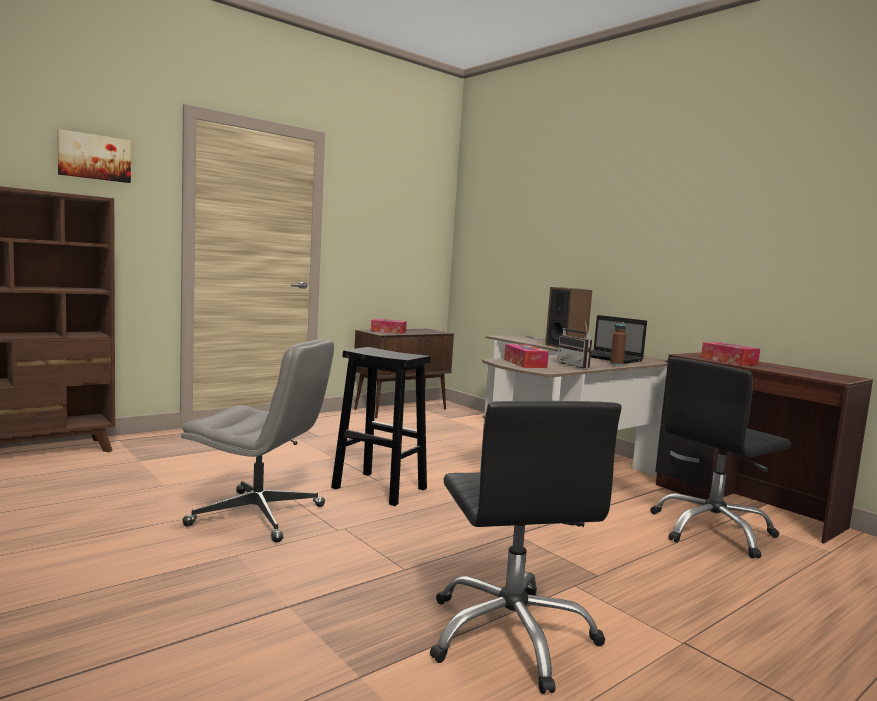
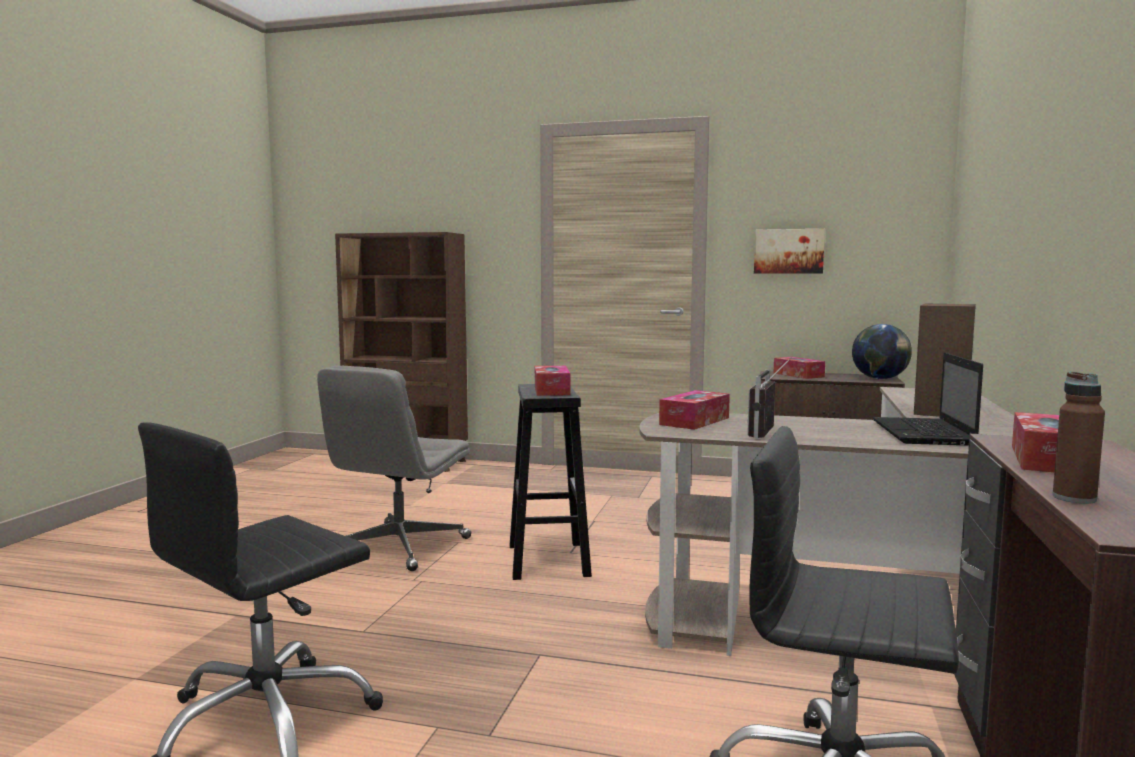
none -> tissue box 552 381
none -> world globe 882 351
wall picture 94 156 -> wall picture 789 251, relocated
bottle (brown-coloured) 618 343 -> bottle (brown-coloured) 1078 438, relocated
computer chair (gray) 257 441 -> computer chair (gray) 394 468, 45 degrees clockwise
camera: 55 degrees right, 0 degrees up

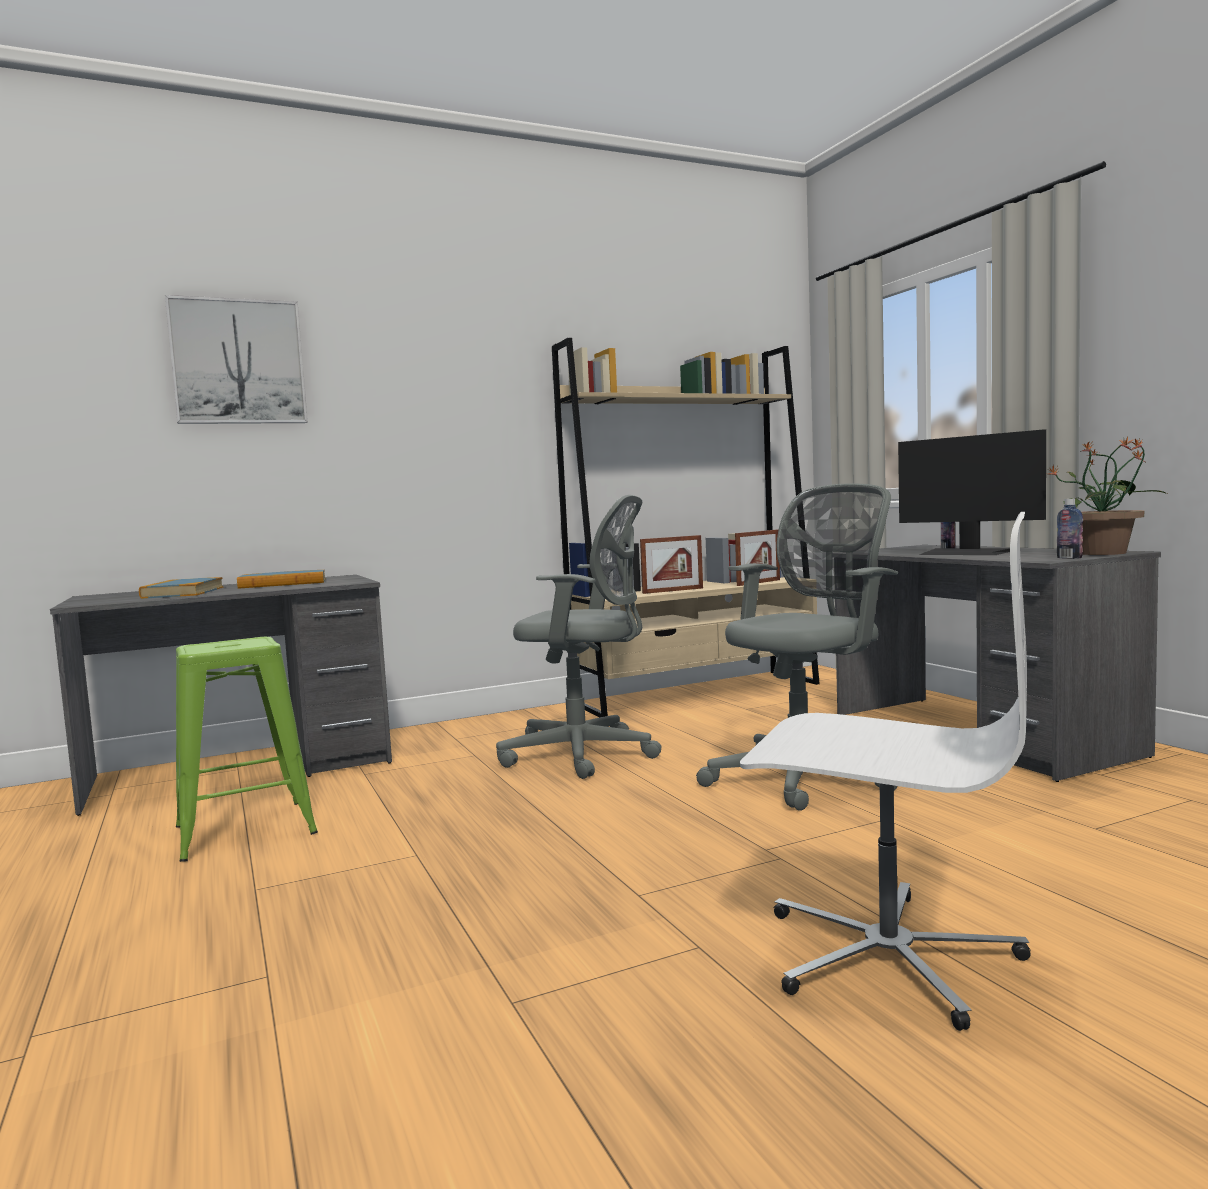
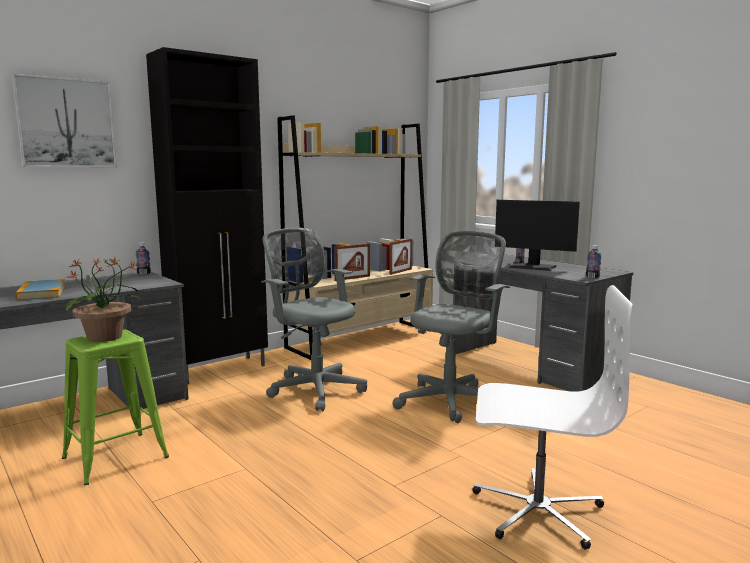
book 281 579 -> none
none -> bottle 143 258
none -> cupboard (blackish) 207 215
potted plant 1107 496 -> potted plant 103 299, relocated
computer chair (gray) 579 637 -> computer chair (gray) 314 319, 135 degrees counterclockwise
camera: 15 degrees left, 5 degrees up

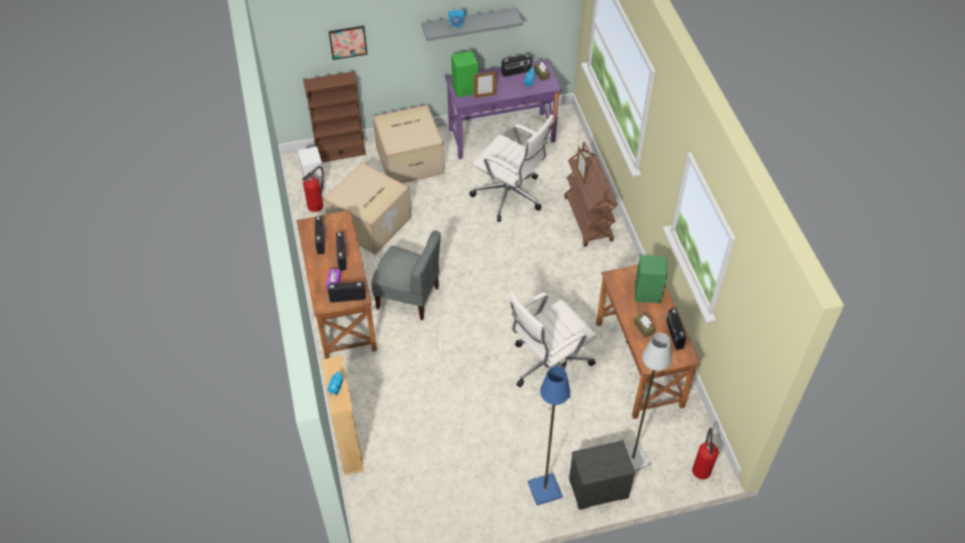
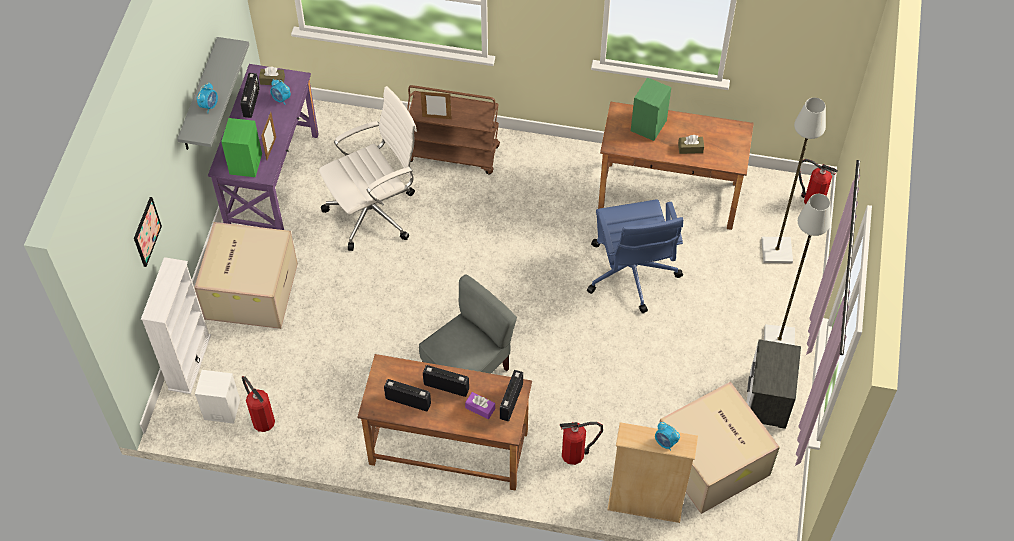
radio set 676 329 -> none
none -> extinguisher 581 443
packing box 367 208 -> packing box 719 448, relocated
night table 602 475 -> night table 774 384, relocated
bookshelf (brown-coloured) 334 116 -> bookshelf (white) 176 325
computer chair (white) 552 345 -> computer chair (blue) 635 256
standard lamp (blue) 549 435 -> standard lamp (gray) 797 269
camera: 65 degrees left, 5 degrees up

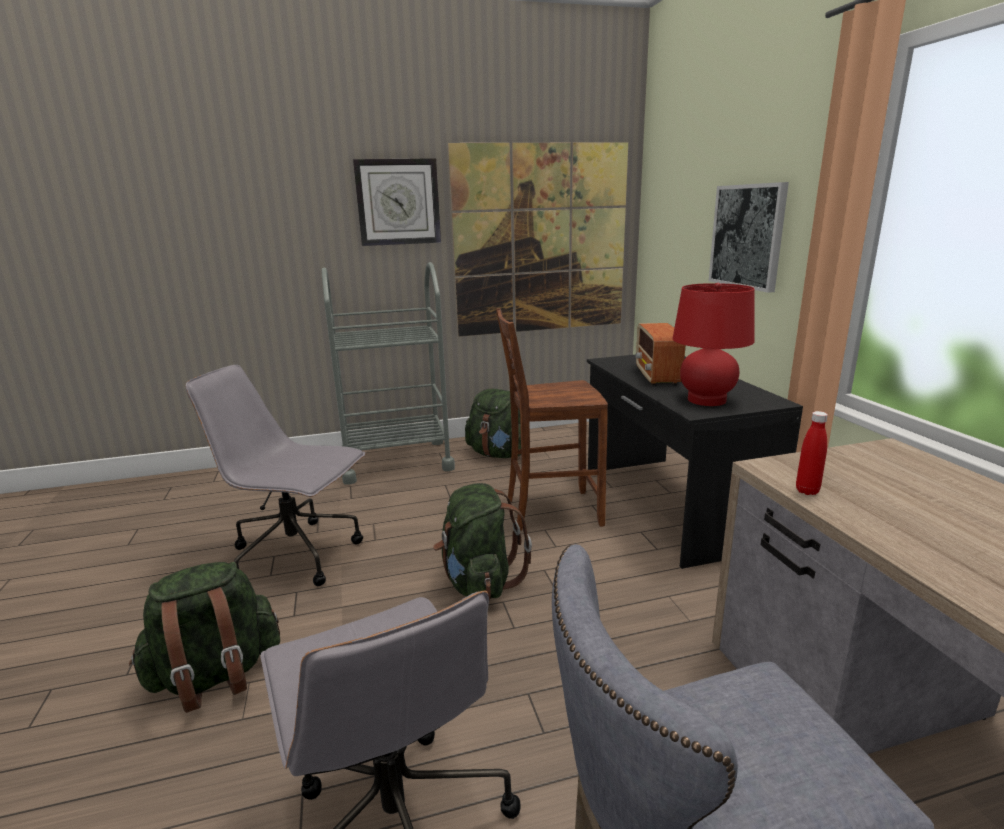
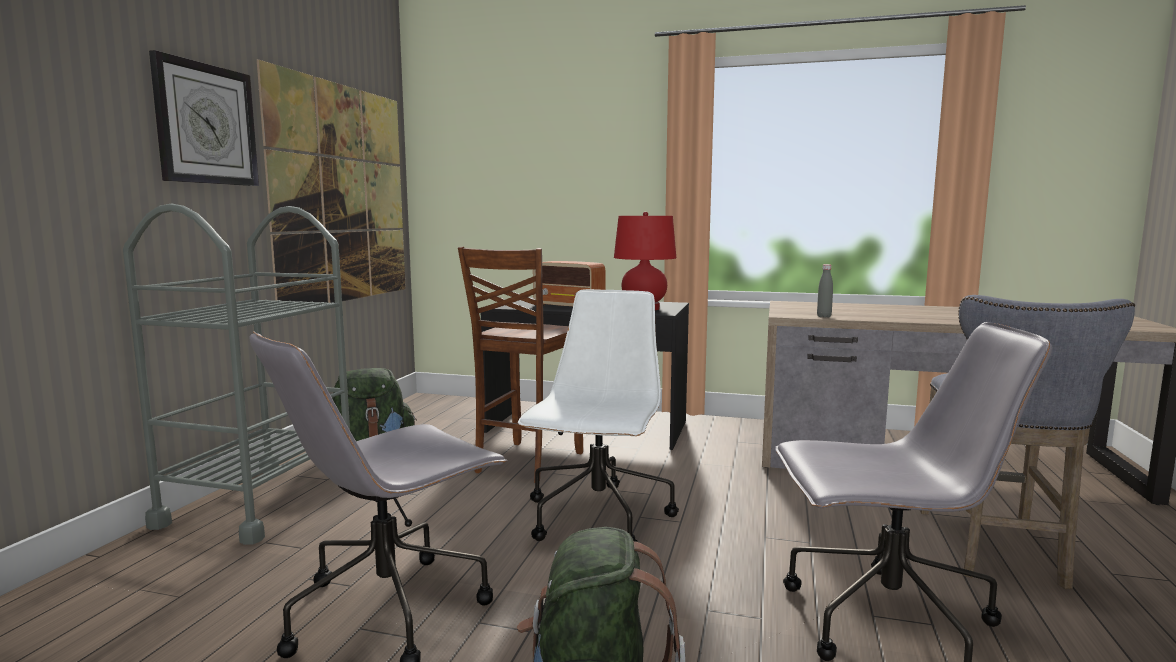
wall picture 749 237 -> none
knapsack (green) 482 541 -> computer chair (white) 598 415
bottle (red) 812 453 -> bottle (gray) 825 291
camera: 60 degrees left, 10 degrees down

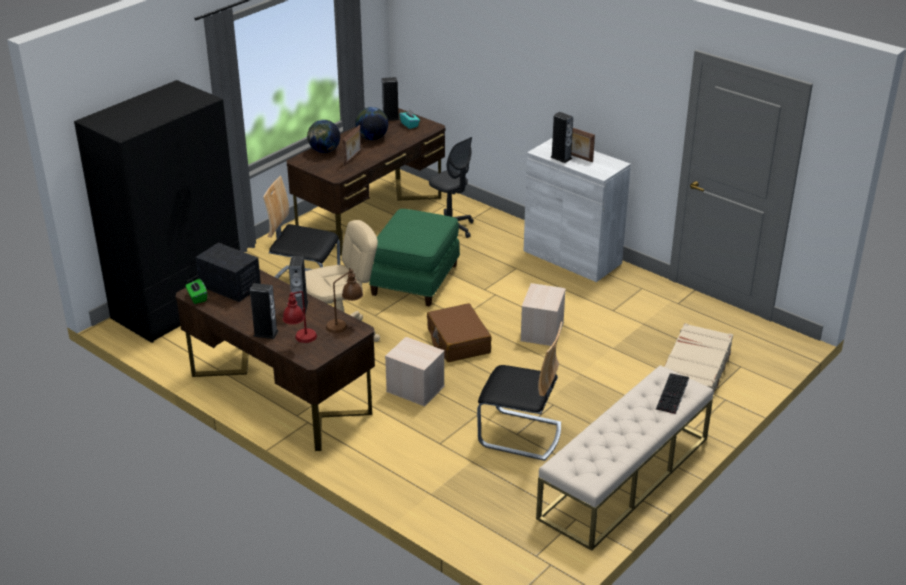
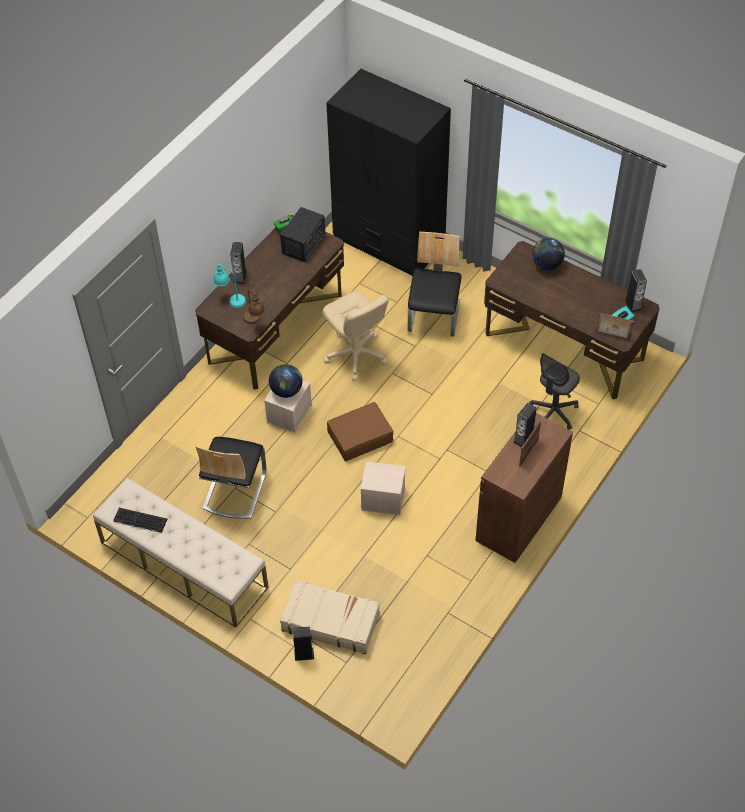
ottoman (green) 414 258 -> none
audio speaker 298 284 -> audio speaker 303 643, relocated
picture frame 351 145 -> picture frame 614 326, relocated
world globe 371 123 -> world globe 285 381, relocated
PC keyboard 672 393 -> PC keyboard 140 520, relocated
tabletop lamp (red) 300 317 -> tabletop lamp (blue-green) 229 286
cupboard (white) 577 210 -> cupboard (brown-coloured) 524 488
camera: 85 degrees right, 20 degrees up

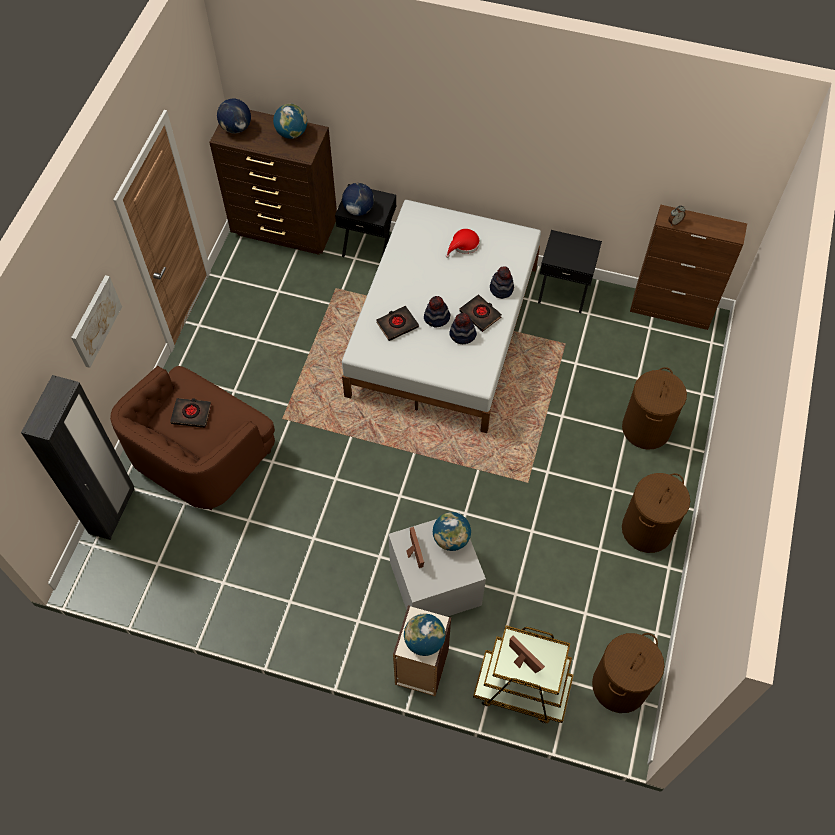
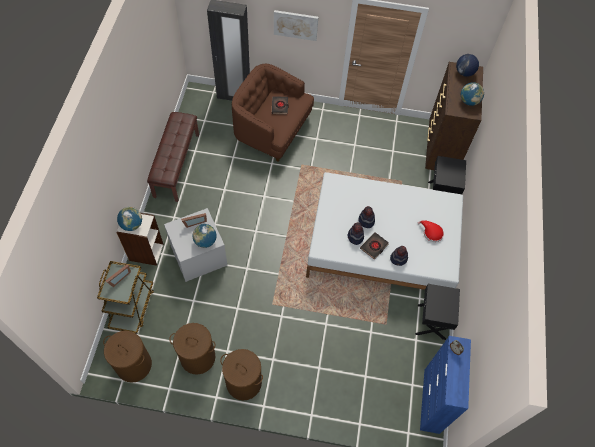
world globe 358 199 -> none
book (blackish) 398 323 -> none
none -> indoor bench (brown-coloured) 173 157
washing basket (brown-coloured) 654 408 -> washing basket (brown-coloured) 192 349, relocated
cupboard (brown-coloured) 688 267 -> cupboard (blue) 445 385
camera: 80 degrees right, 0 degrees up

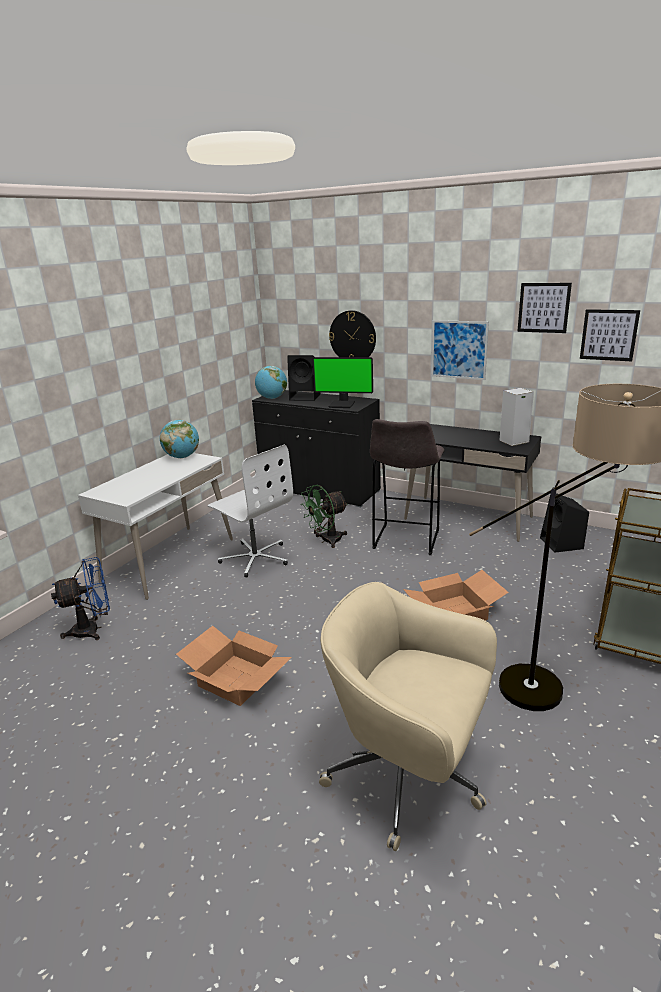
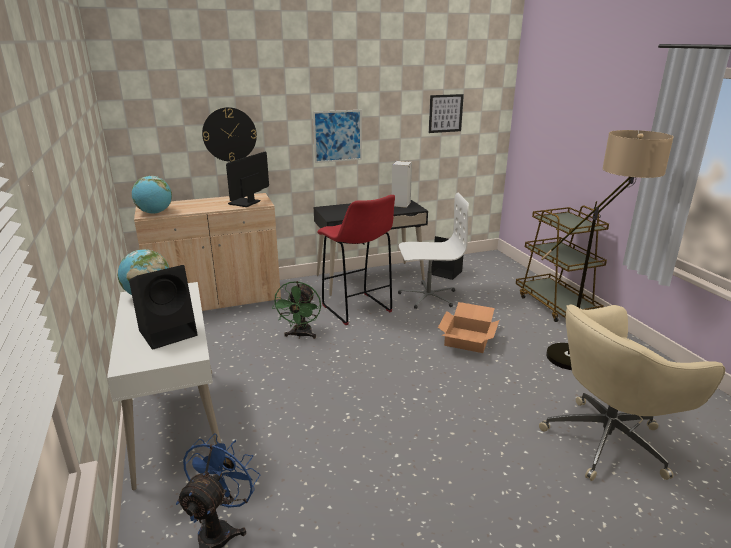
packing box 234 666 -> none
wall picture 544 308 -> none
computer chair (white) 250 511 -> computer chair (white) 433 251, relocated
audio speaker (blackish) 304 378 -> audio speaker (blackish) 163 307, relocated
cupboard (blackish) 316 448 -> cupboard (sand-coloured) 207 252
sitting stool (gray) 407 487 -> sitting stool (red) 356 260
computer display 343 382 -> computer display 247 179, 150 degrees clockwise
camera: 50 degrees left, 0 degrees up

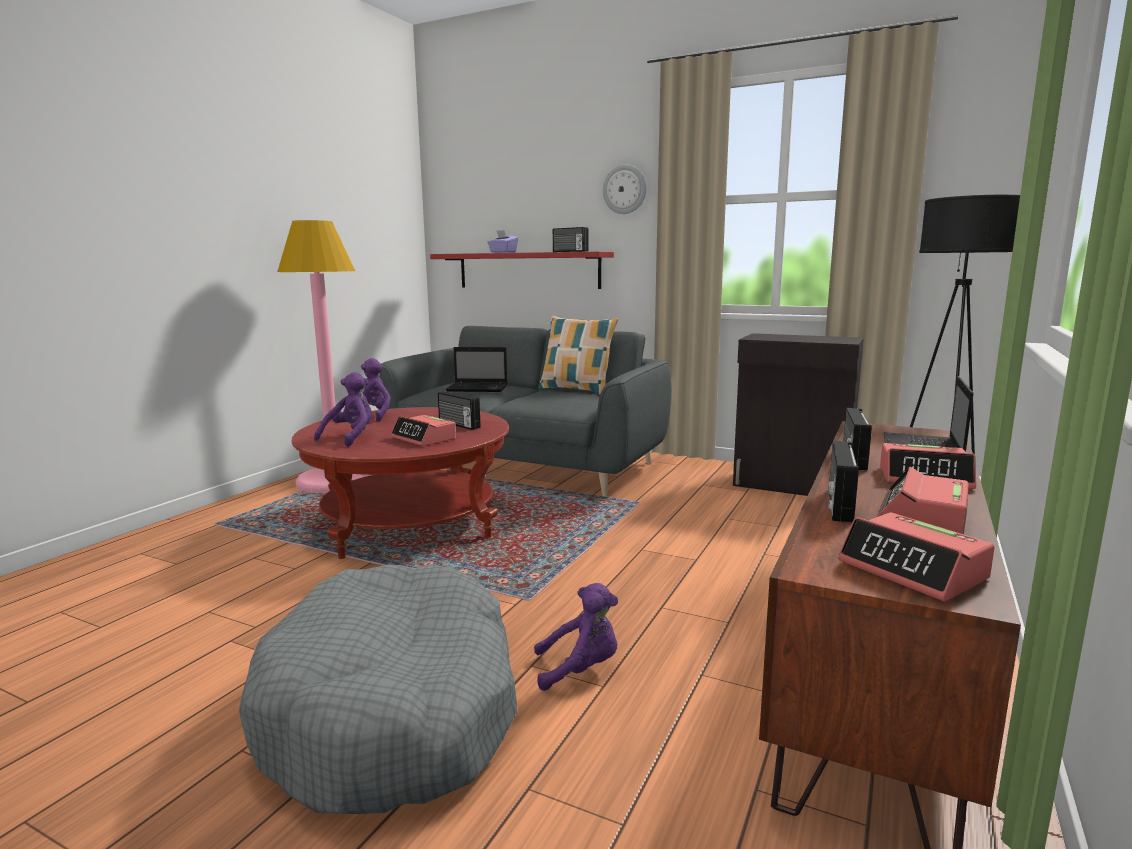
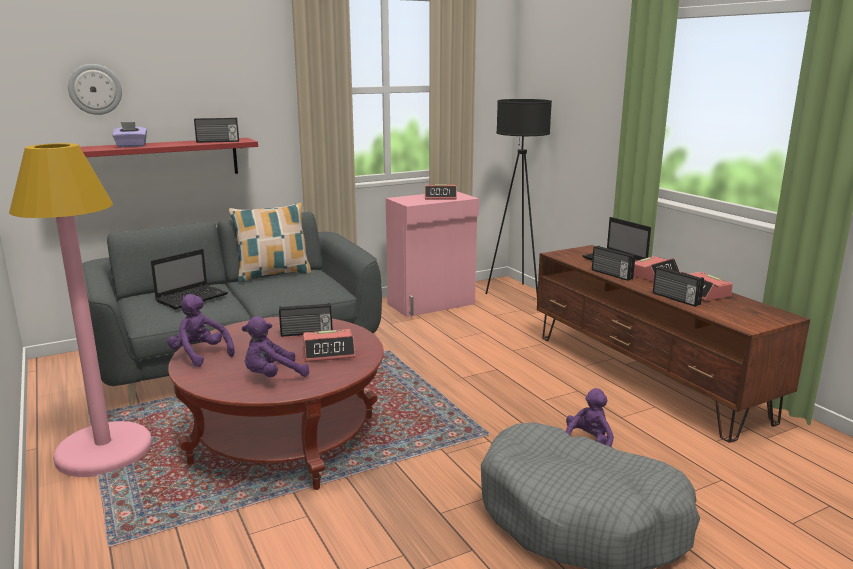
hanging clock 625 189 -> hanging clock 95 89, relocated
alarm clock 916 557 -> alarm clock 441 192, relocated
cupboard (blackish) 798 414 -> cupboard (pinkish) 432 254
cuddly toy (purple-coloured) 343 409 -> cuddly toy (purple-coloured) 275 346, 90 degrees counterclockwise
camera: 55 degrees left, 5 degrees up

